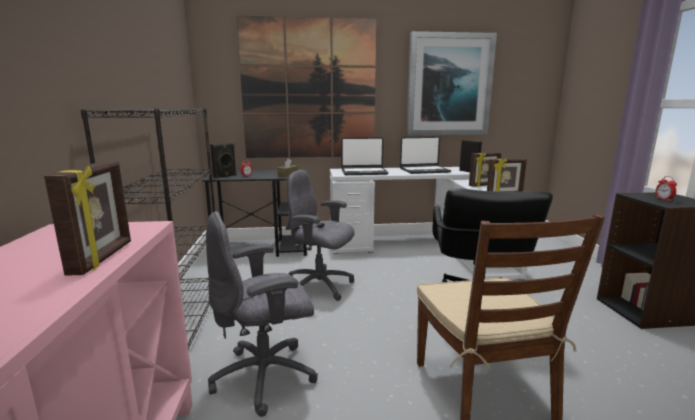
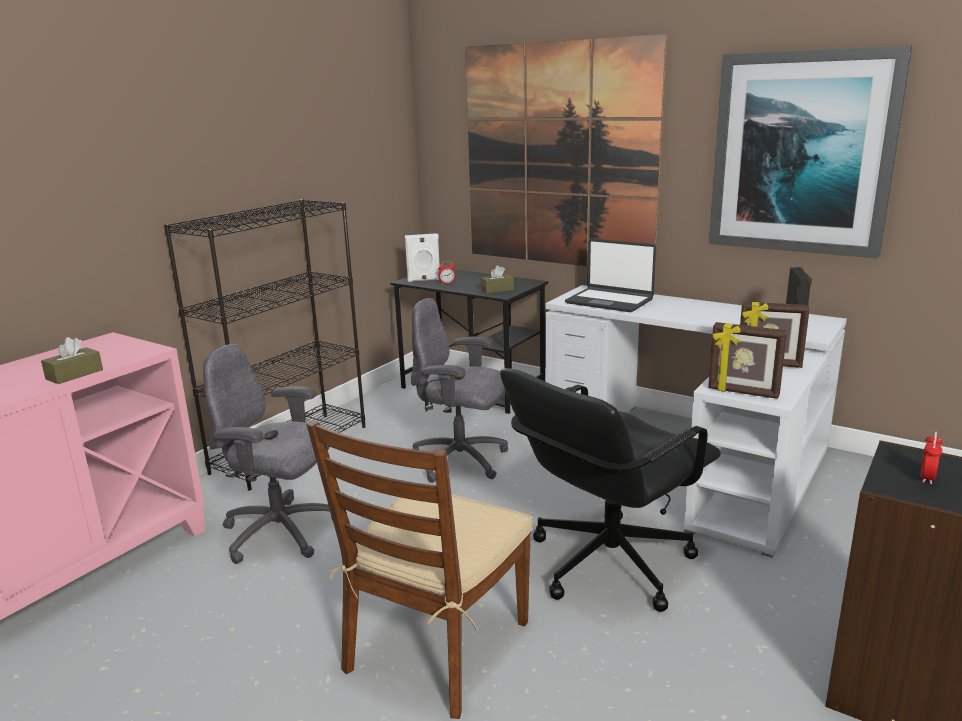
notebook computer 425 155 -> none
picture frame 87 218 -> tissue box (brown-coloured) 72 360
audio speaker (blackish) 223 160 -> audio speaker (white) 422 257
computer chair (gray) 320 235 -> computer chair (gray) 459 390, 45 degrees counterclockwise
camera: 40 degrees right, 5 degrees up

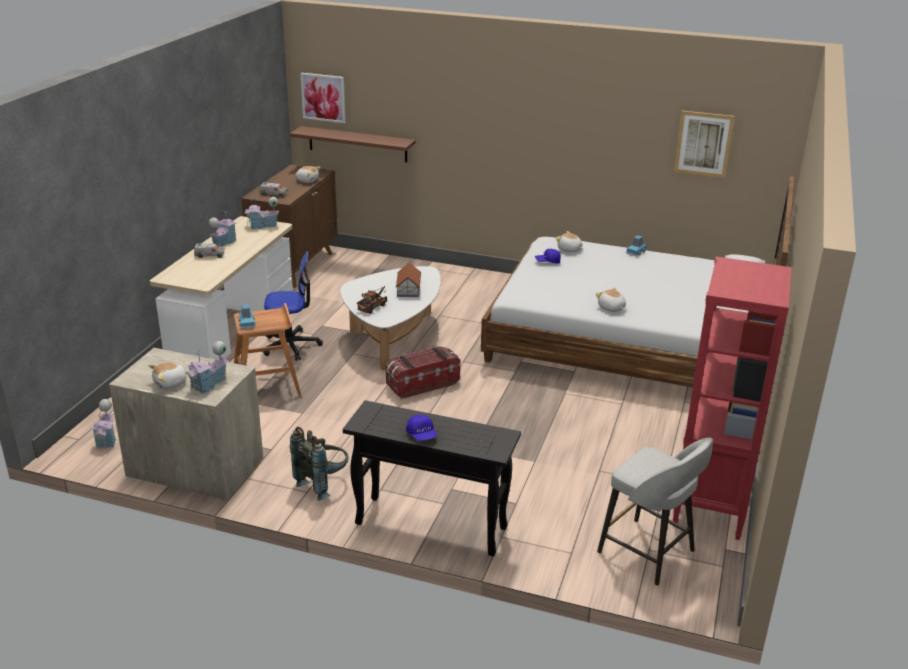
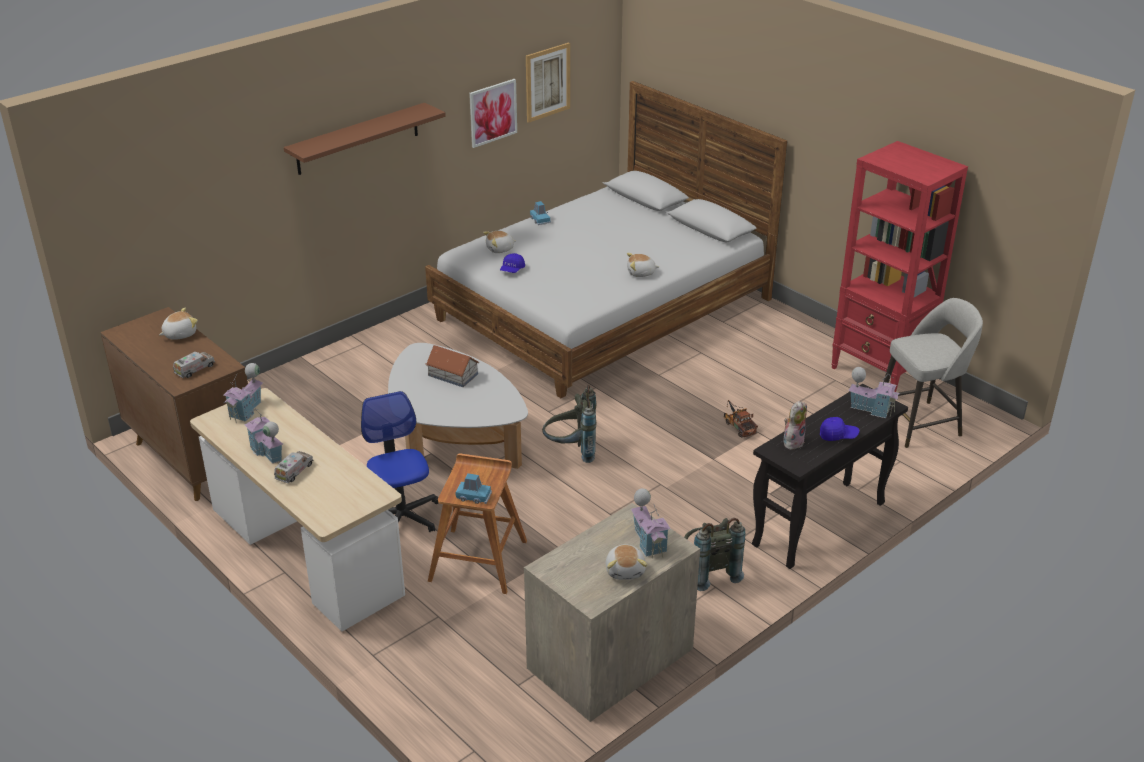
none -> cuddly toy 795 425
miniature house 104 424 -> miniature house 874 392, relocated
bracket shelf (brown-coloured) 353 144 -> bracket shelf (brown-coloured) 365 139, relocated
wall picture 323 98 -> wall picture 493 113, relocated
toy truck 372 300 -> toy truck 740 418, relocated
storage bin 423 372 -> knapsack (gray) 569 424
computer chair 293 306 -> computer chair 399 461, 45 degrees counterclockwise
camera: 60 degrees left, 5 degrees up

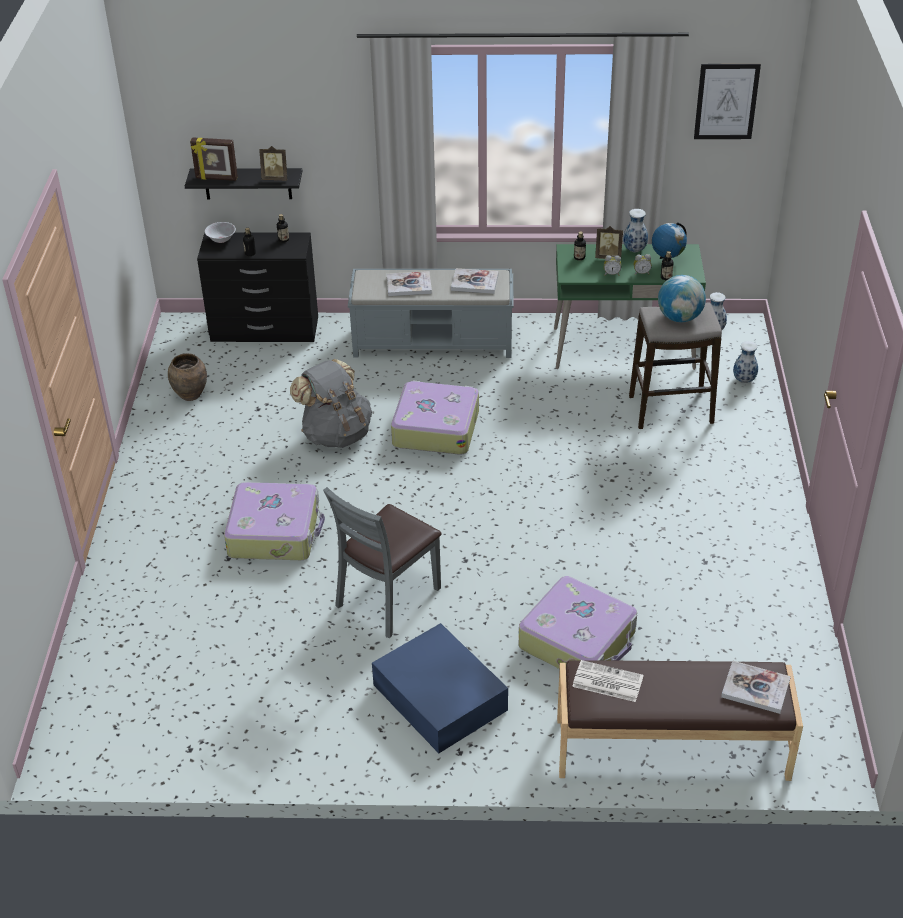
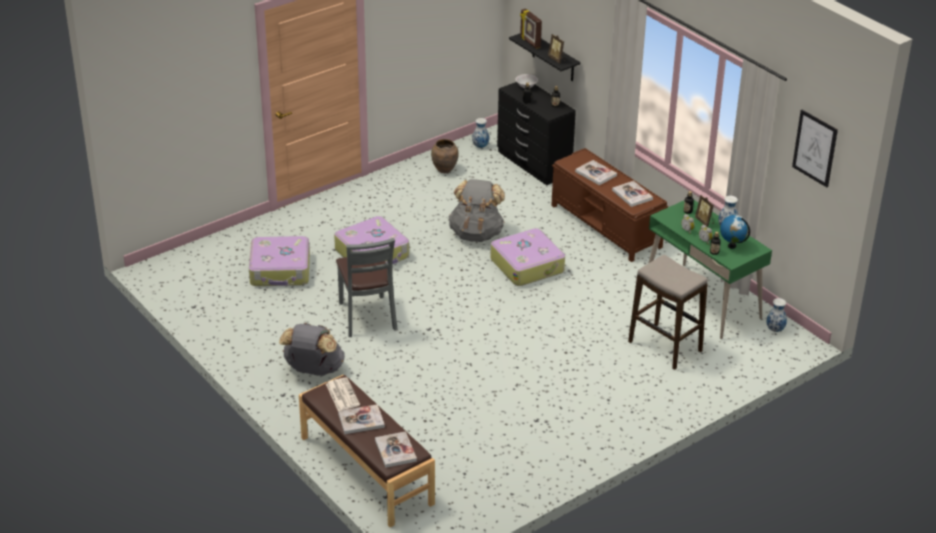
world globe 682 298 -> none
none -> book 361 419
travel case 578 622 -> travel case 279 261, relocated
decorative vase 745 362 -> decorative vase 480 133, relocated
storage bin (blue) 440 688 -> knapsack (gray) 312 349
indoor bench (gray) 430 313 -> indoor bench (brown-coloured) 609 205
plain chair (gray) 382 562 -> plain chair (gray) 366 287, 105 degrees counterclockwise
camera: 50 degrees right, 5 degrees down

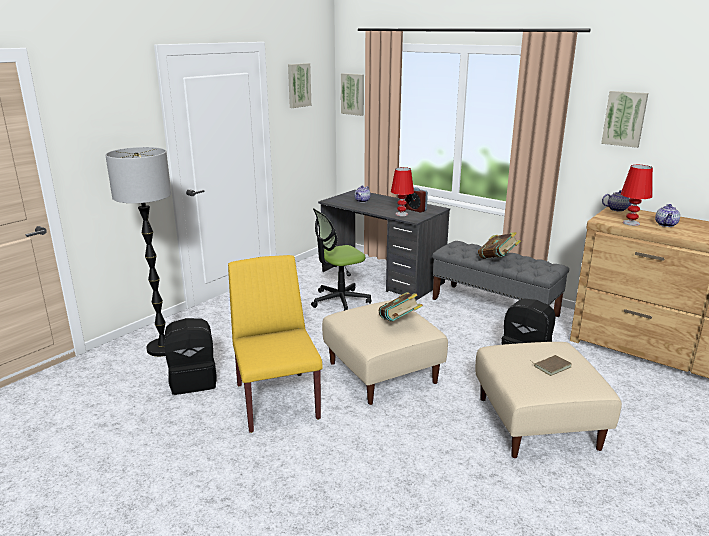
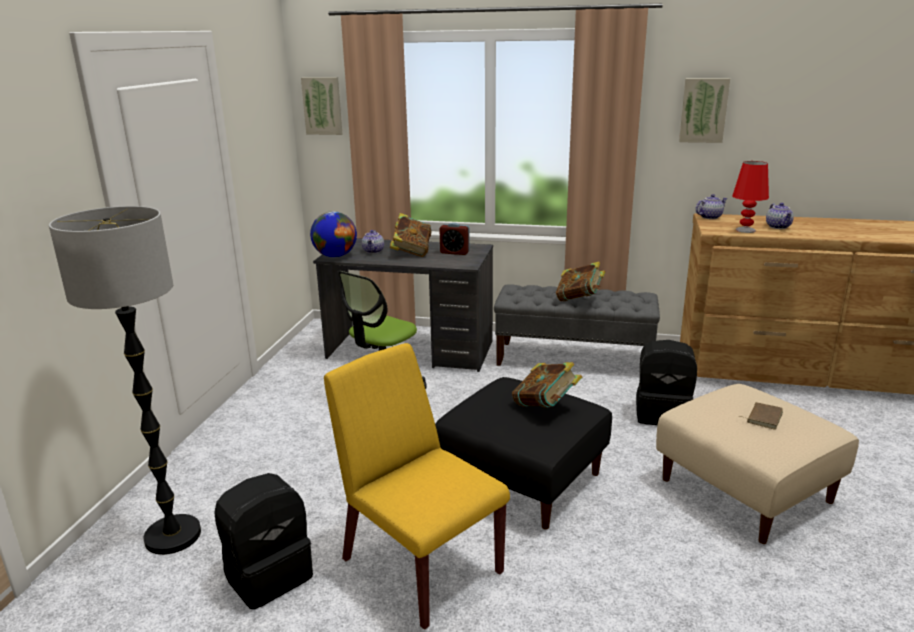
wall picture 299 85 -> none
tabletop lamp (red) 402 191 -> none
none -> world globe 333 234
none -> book 411 235
ottoman (sand-coloured) 385 352 -> ottoman (blackish) 523 453
camera: 25 degrees left, 0 degrees up

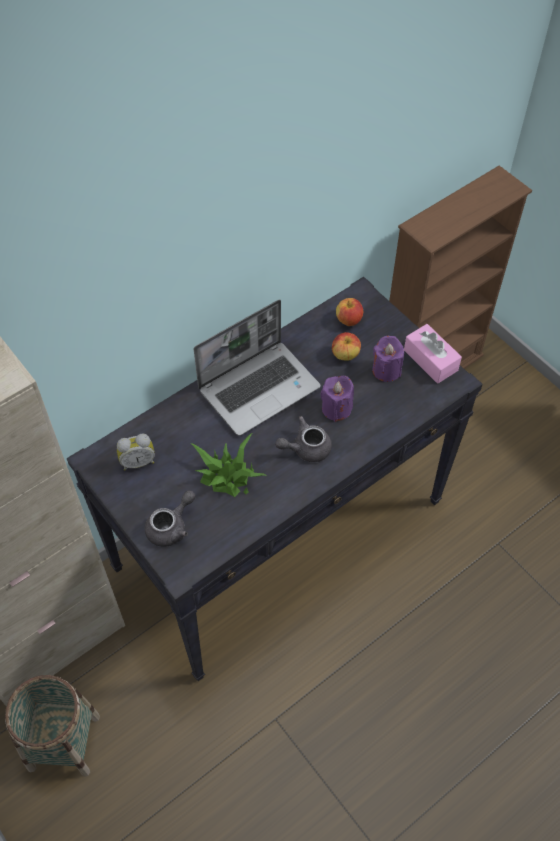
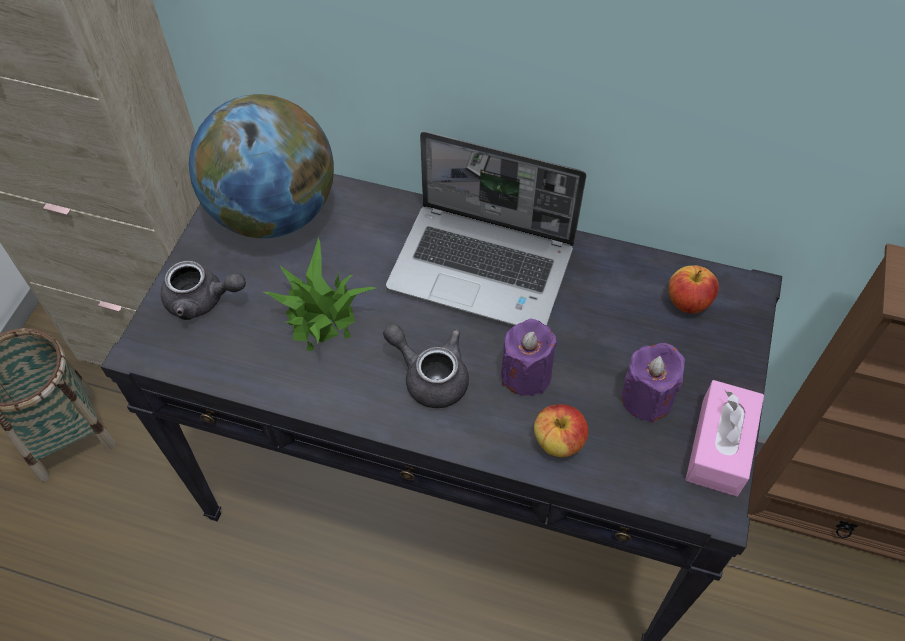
apple 346 346 -> apple 561 430, relocated
alarm clock 136 452 -> world globe 261 166
camera: 55 degrees right, 0 degrees up

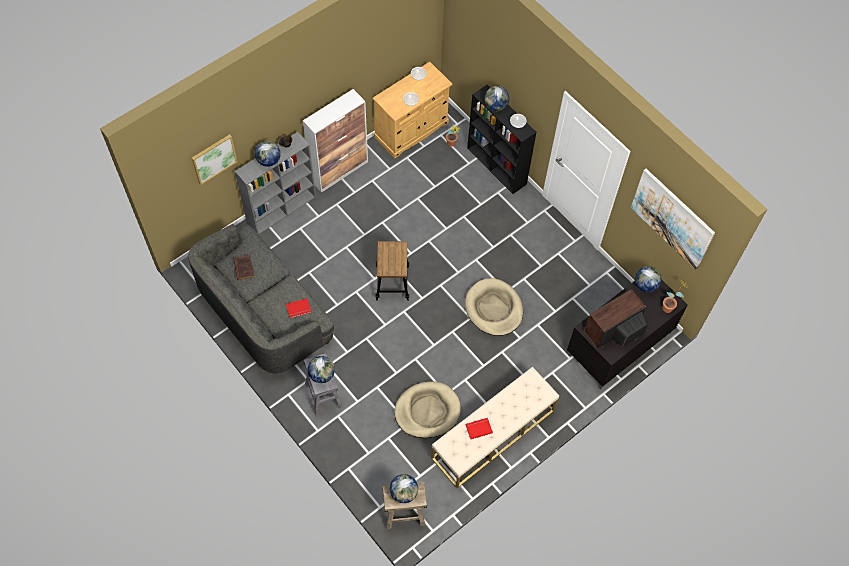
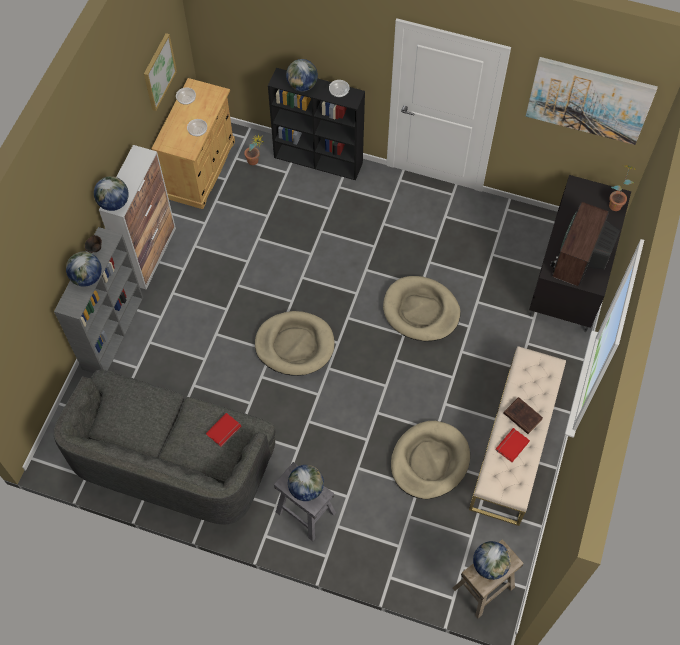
wall picture 214 159 -> wall picture 160 72, relocated
book (brown-coloured) 244 267 -> book (brown-coloured) 523 415, relocated
world globe 648 279 -> world globe 111 193, relocated
sitting stool 392 271 -> dog cushion (sand-coloured) 295 343
camera: 30 degrees left, 0 degrees up

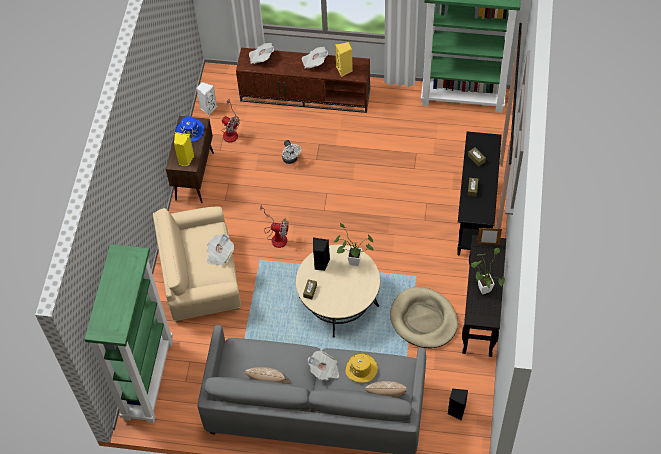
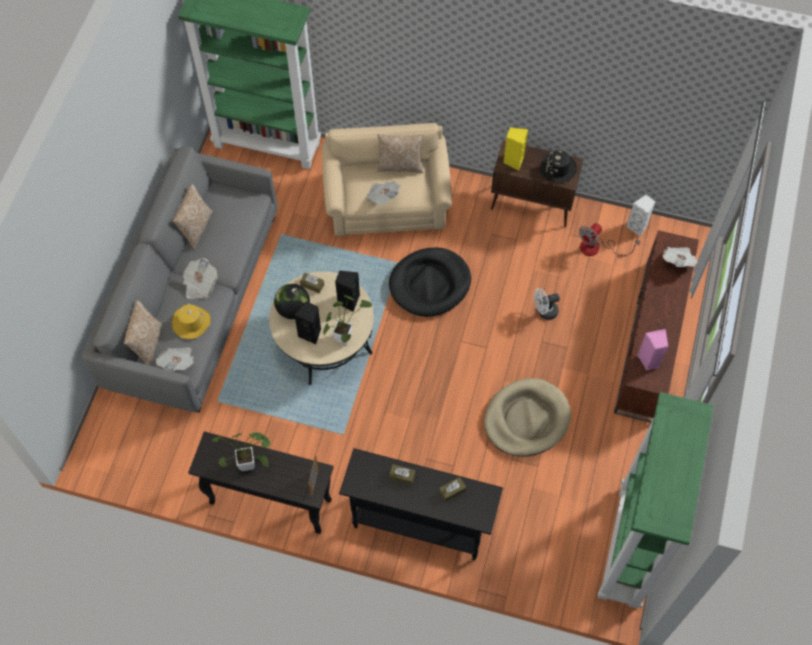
none -> world globe 292 301
none -> cushion 400 153
printed paper 315 58 -> printed paper 175 359, relocated
dog cushion (sand-coloured) 424 317 -> dog cushion (sand-coloured) 527 417, relocated
audio speaker (blackish) 458 405 -> audio speaker (blackish) 308 322, relocated
fan 274 227 -> dog cushion (blackish) 430 282
clothing hat (blue) 190 129 -> clothing hat (blackish) 558 166
audio speaker (yellowish) 344 59 -> audio speaker (pinkish) 652 349
camera: 95 degrees right, 5 degrees up

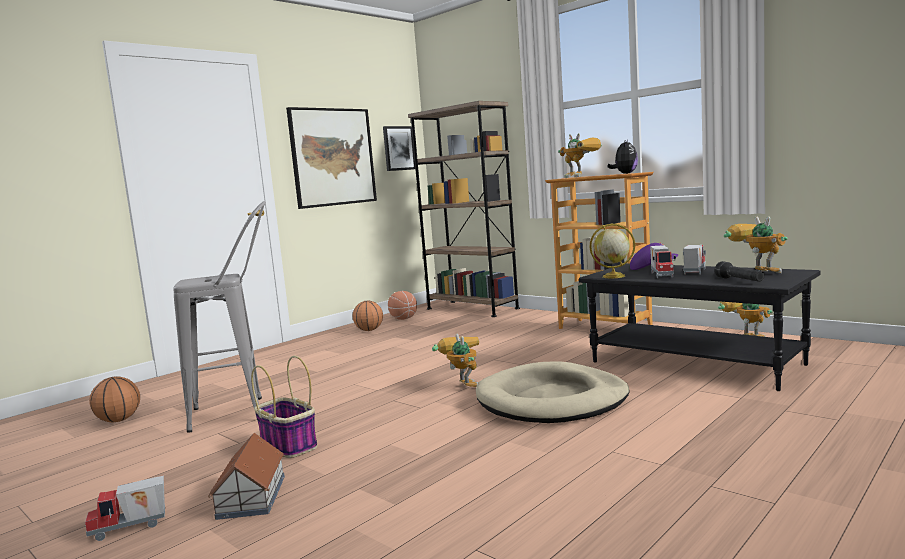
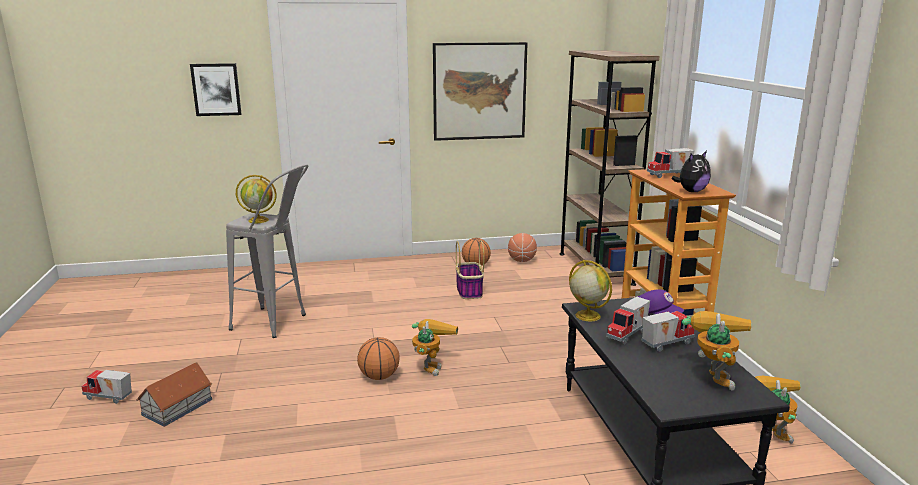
dog cushion (sand-coloured) 552 392 -> none
hand torch (blackish) 740 271 -> none
none -> world globe 256 199
basketball 114 399 -> basketball 378 358, relocated
storage basket 284 407 -> storage basket 470 269, relocated
wall picture 399 148 -> wall picture 216 89, relocated
model robot 580 155 -> toy truck 671 163
camera: 35 degrees right, 10 degrees up

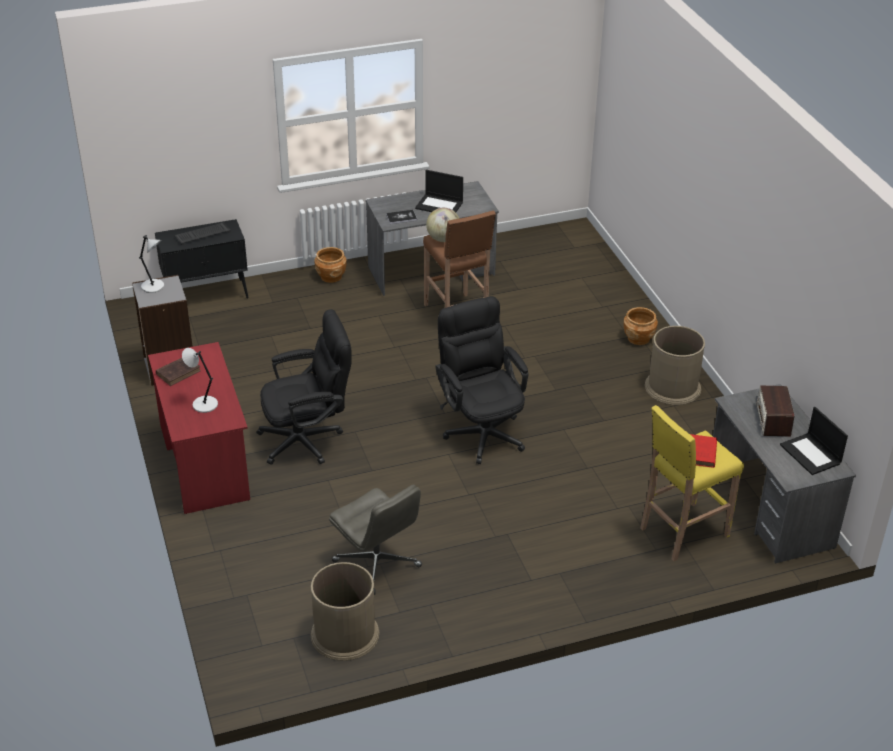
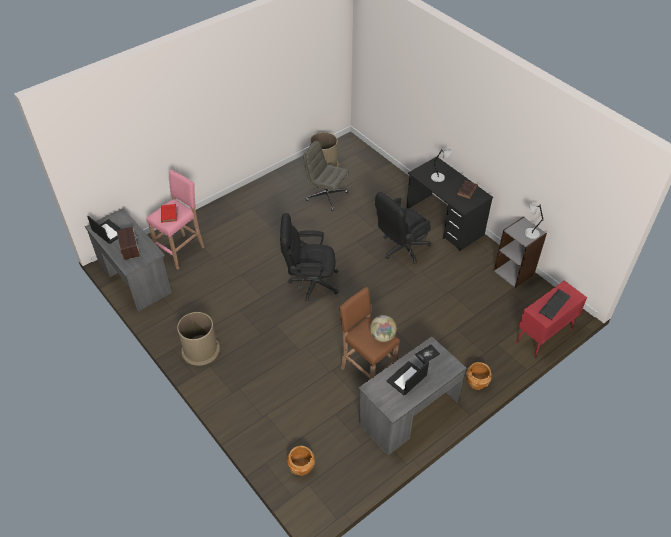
plant pot (brown-coloured) 641 326 -> plant pot (brown-coloured) 301 460, relocated
desk unit (red) 199 428 -> desk unit (blackish) 449 204
cupboard (blackish) 202 259 -> cupboard (red) 551 319
sitting stool (yellowish) 692 483 -> sitting stool (pinkish) 175 220
notebook computer 439 191 -> notebook computer 408 378, 45 degrees counterclockwise
computer chair (blackish) 481 380 -> computer chair (blackish) 309 257, 135 degrees clockwise
camera: 160 degrees right, 10 degrees up

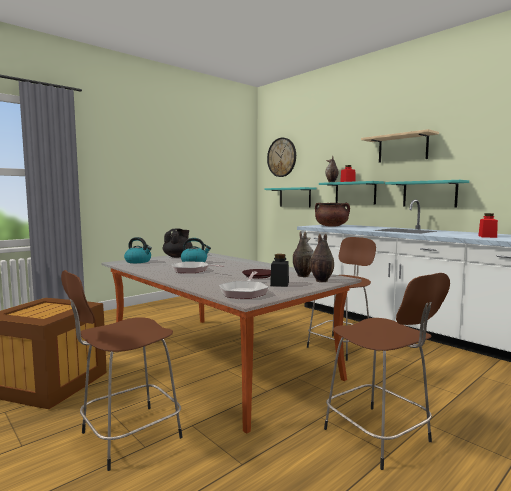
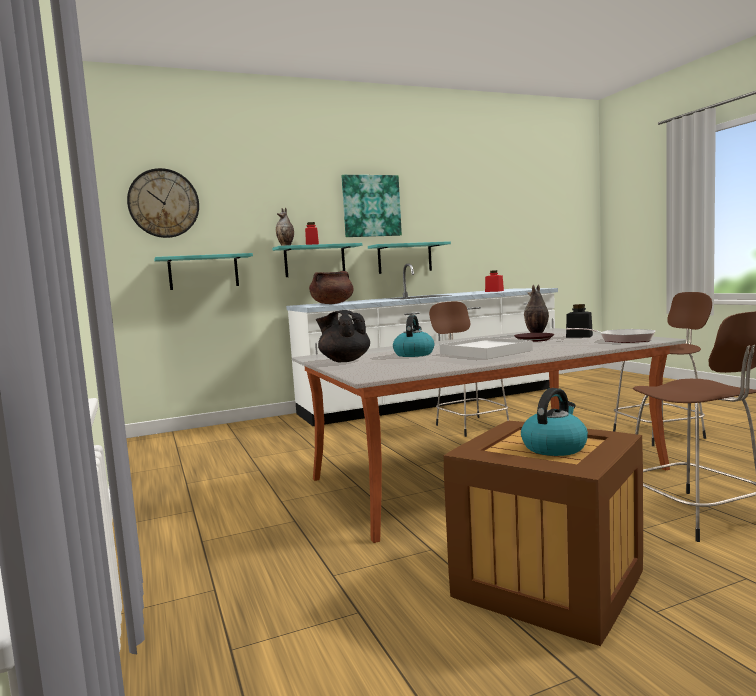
decorative vase 322 257 -> none
kettle 138 250 -> kettle 554 422, relocated
frying pan 197 267 -> carrying tray (white) 486 348
bracket shelf (sand-coloured) 400 146 -> wall picture 372 206
camera: 70 degrees left, 0 degrees up

